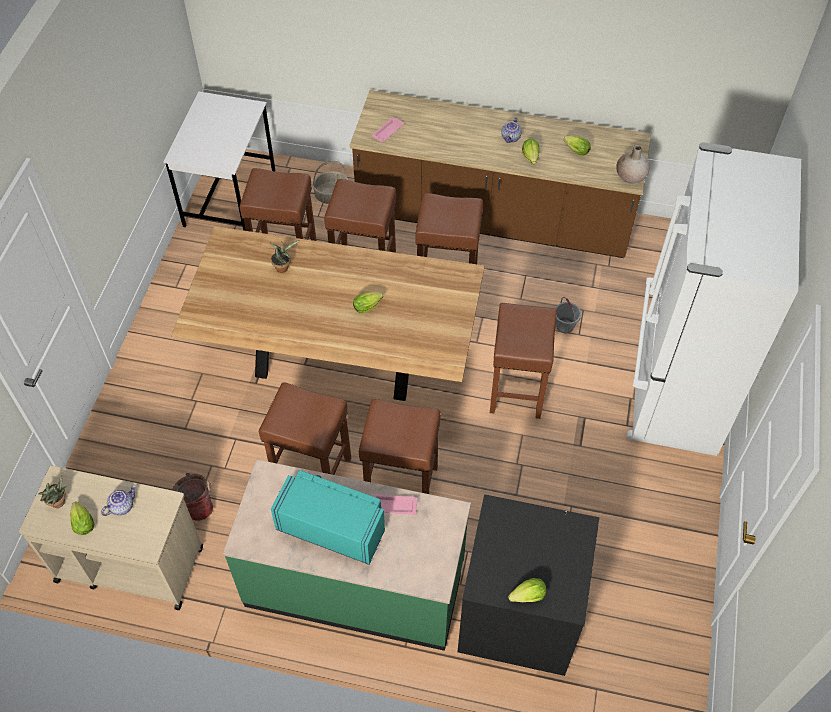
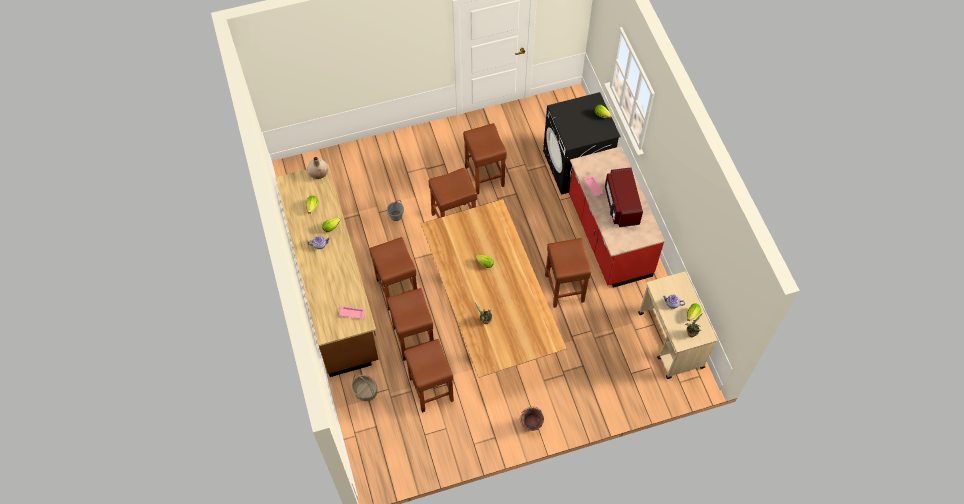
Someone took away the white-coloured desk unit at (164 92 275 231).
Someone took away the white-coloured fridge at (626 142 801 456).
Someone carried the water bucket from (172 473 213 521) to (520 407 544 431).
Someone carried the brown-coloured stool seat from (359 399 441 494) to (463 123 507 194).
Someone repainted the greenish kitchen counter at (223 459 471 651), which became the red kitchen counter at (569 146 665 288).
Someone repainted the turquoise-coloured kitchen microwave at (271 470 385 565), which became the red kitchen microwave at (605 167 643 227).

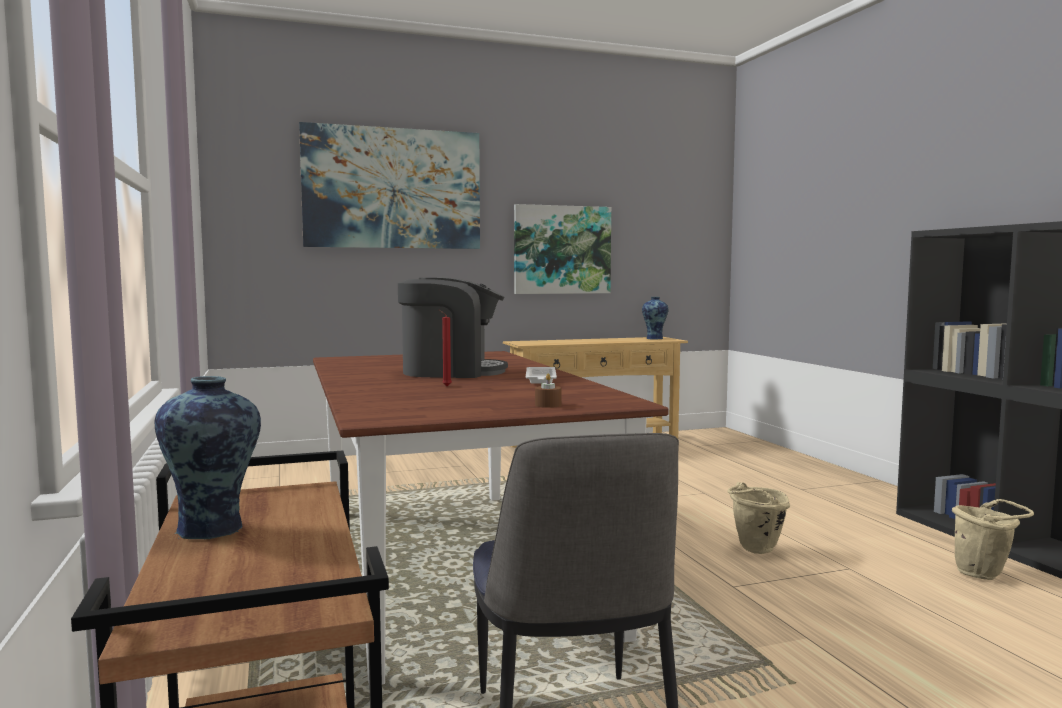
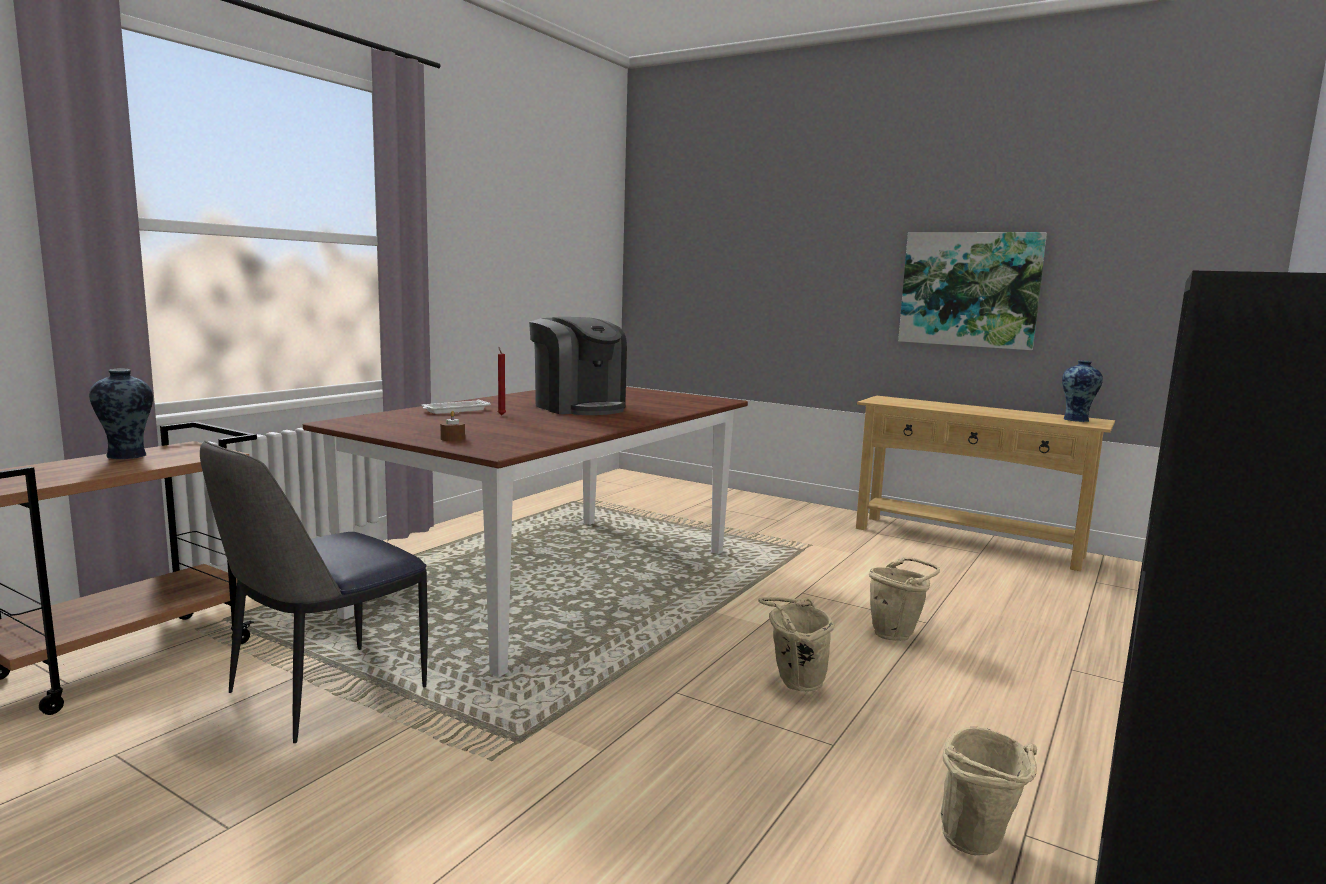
Someone took away the wall picture at (299 122 480 249).
Someone put down the sand-coloured water bucket at (869 557 940 641).
Someone carried the white-coloured tray from (526 367 557 383) to (421 400 491 414).

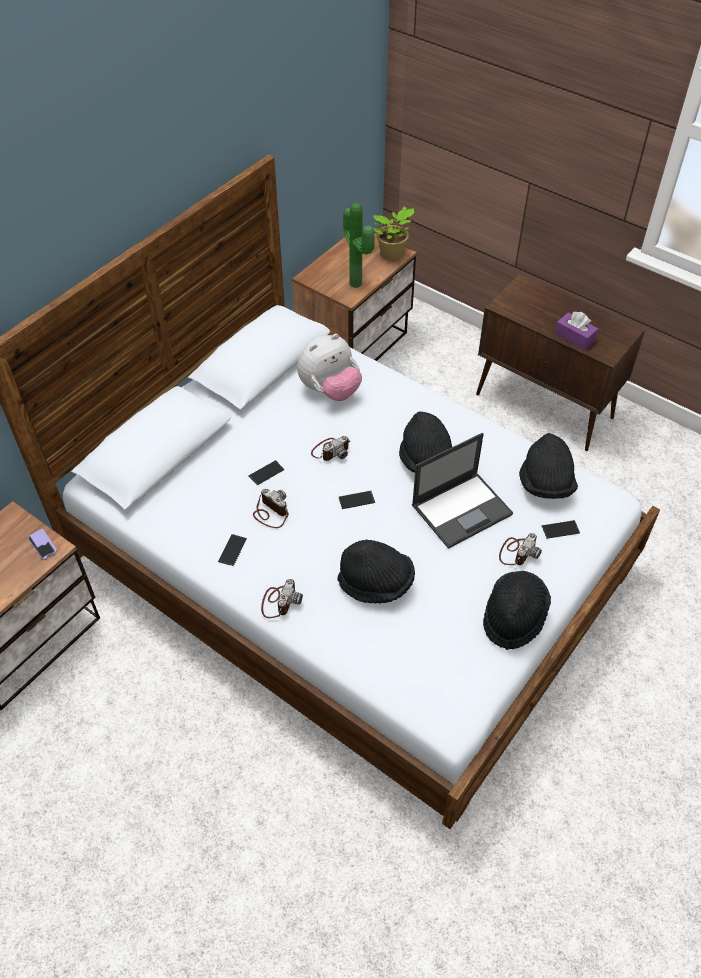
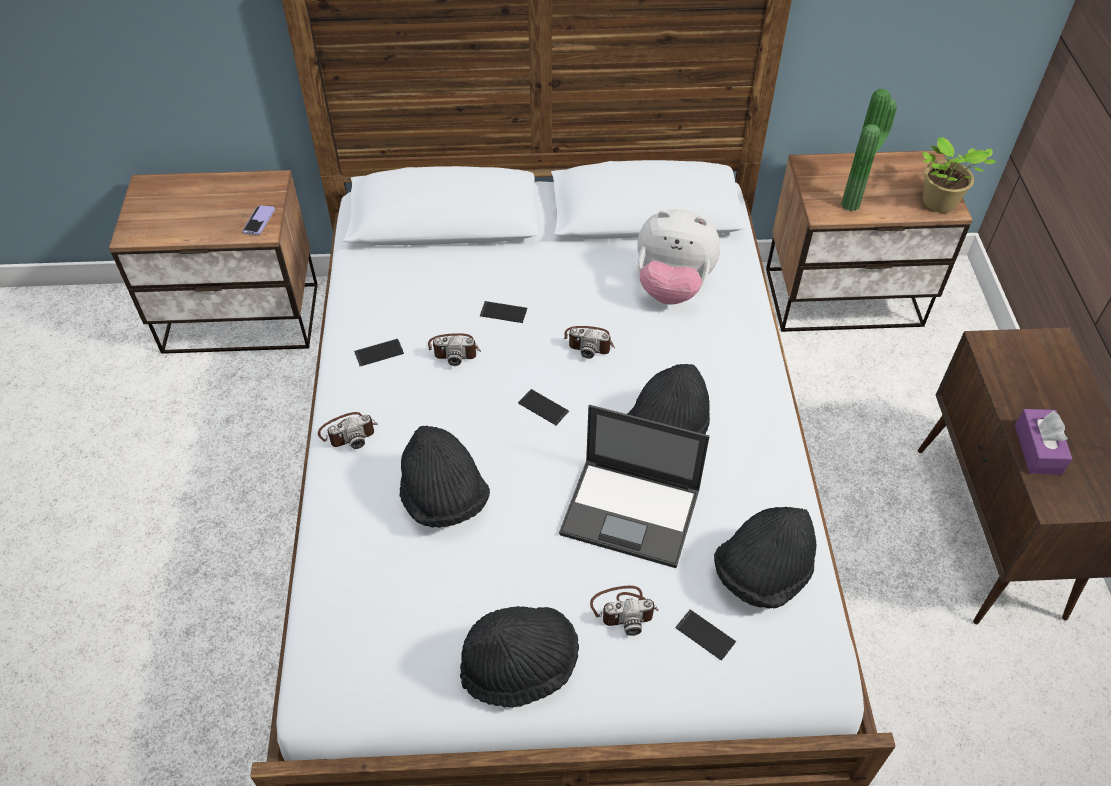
Someone rotated the photo camera at (253 489 289 528) by 90 degrees clockwise.

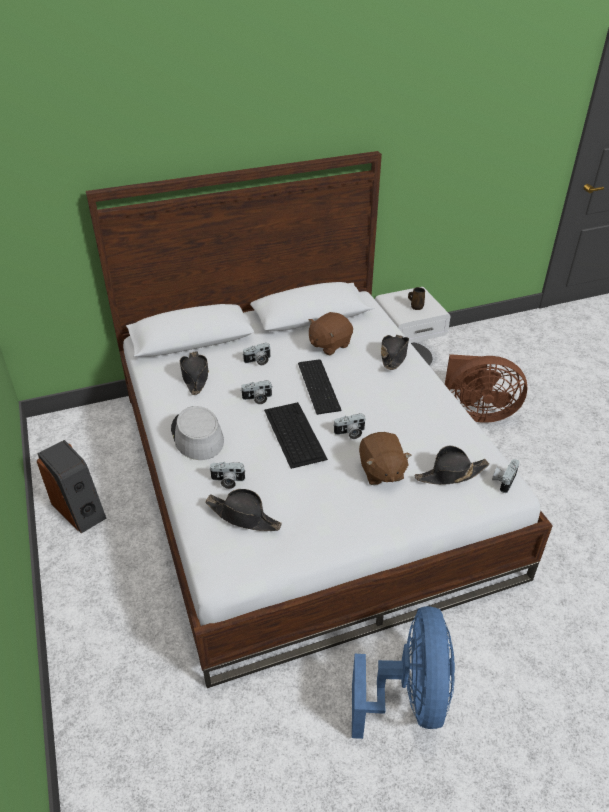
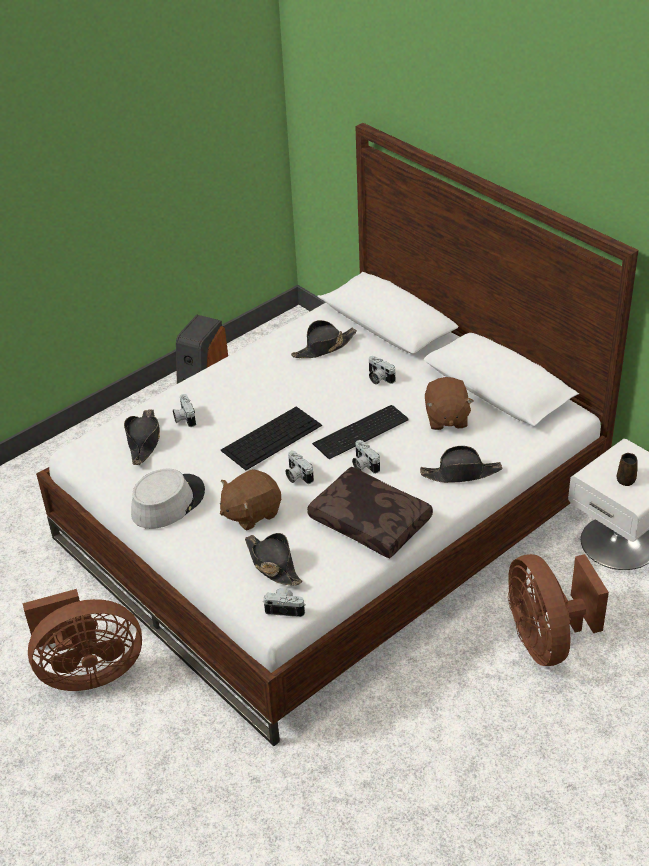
Someone put down the brown-coloured throw pillow at (307 467 433 559).
Someone carried the greyish clothing hat from (171 406 224 460) to (131 468 205 529).
Someone carried the photo camera from (240 380 273 404) to (352 440 380 474).
Someone repainted the blue-coloured cooling fan at (352 606 455 739), which became the brown-coloured cooling fan at (23 589 142 691).
Someone rotated the brown-coloured cuddly toy at (309 312 353 355) by 120 degrees counterclockwise.

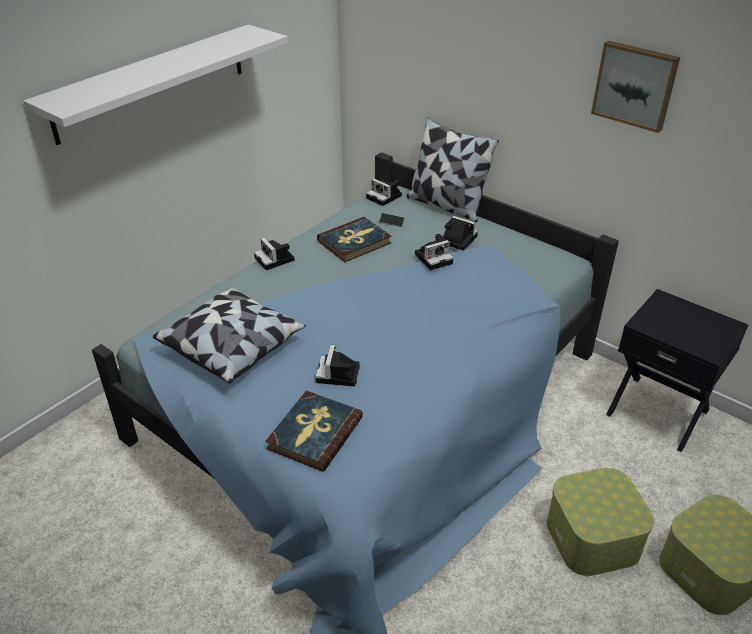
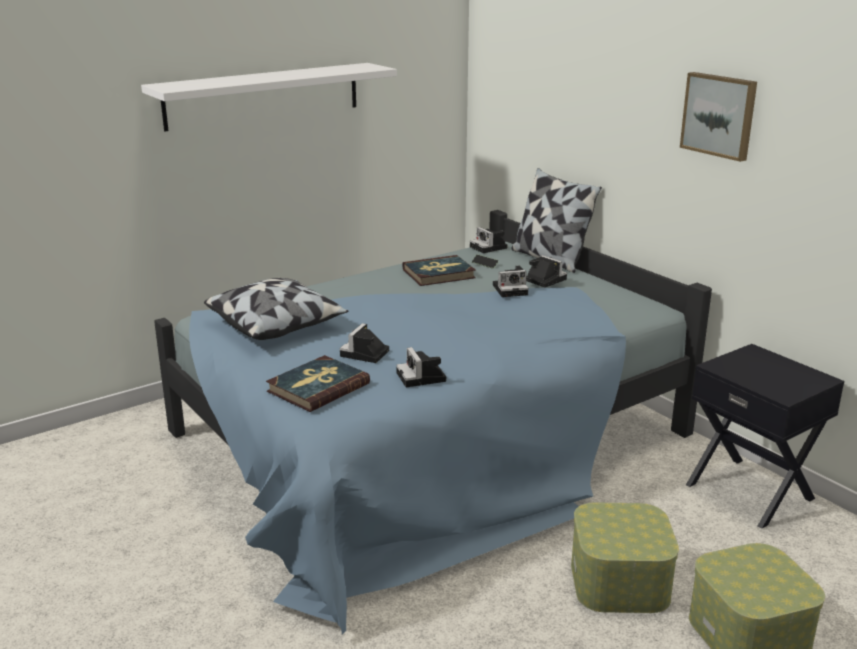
Someone carried the photo camera from (254 238 295 270) to (396 347 447 387).

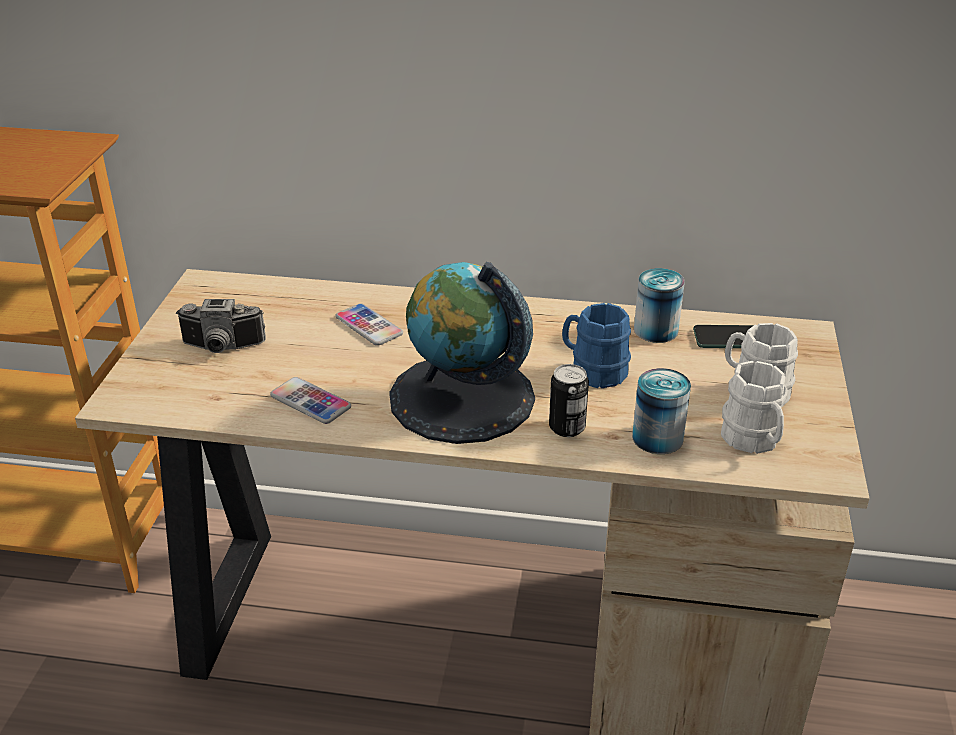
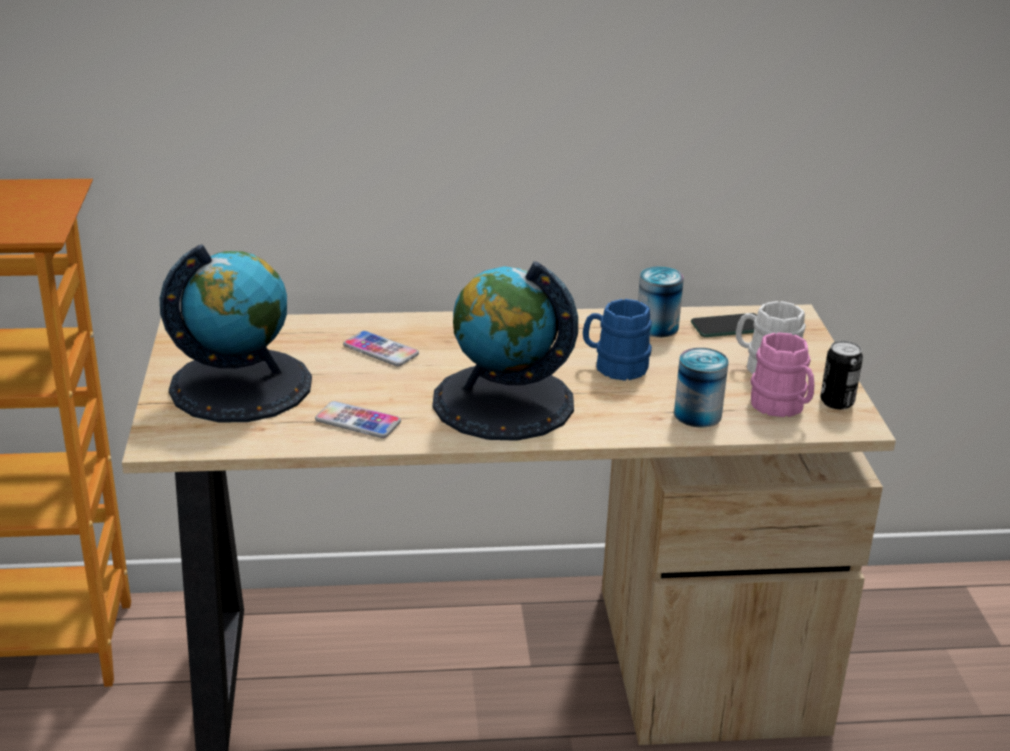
Someone carried the sealed can from (549 364 589 437) to (820 341 863 409).
Someone swapped the photo camera at (176 299 266 353) for the globe at (160 244 312 422).
Someone repainted the white-coloured coffee mug at (721 361 787 454), which became the pink-coloured coffee mug at (751 332 814 417).

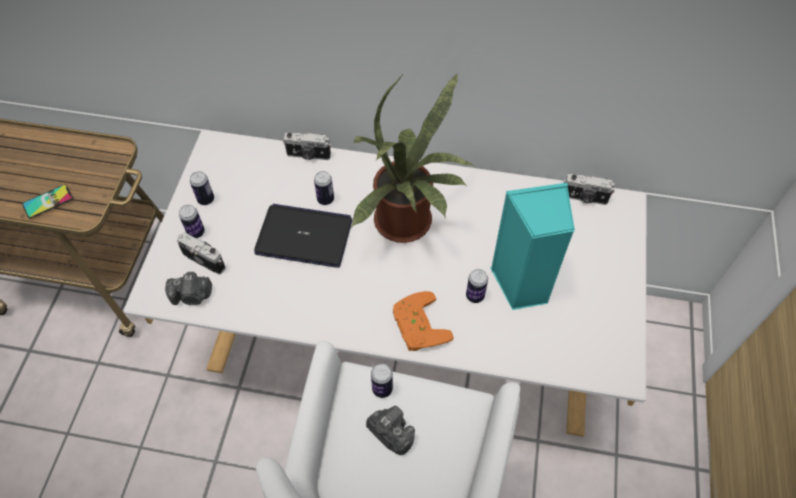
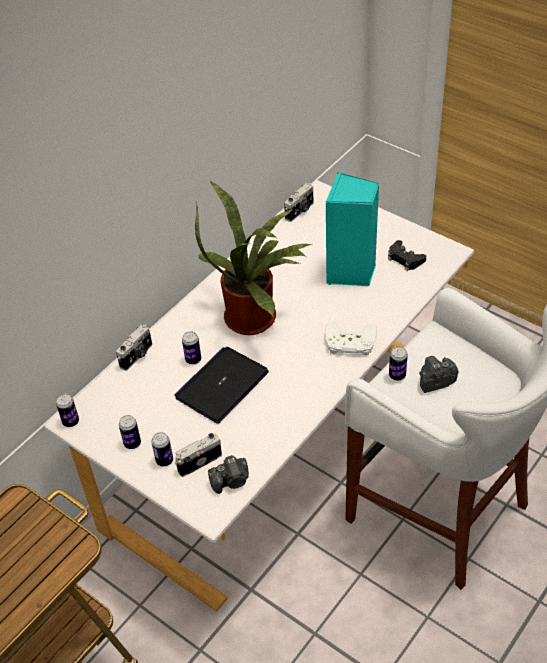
Someone took away the handset at (22 185 73 218).
Someone put down the blackish game controller at (388 240 426 271).
Someone carried the sealed can from (466 269 488 303) to (56 394 79 427).
Someone repainted the orange-coloured game controller at (393 291 454 351), which became the white-coloured game controller at (325 322 377 356).
Someone rotated the photo camera at (165 272 212 305) by 45 degrees clockwise.

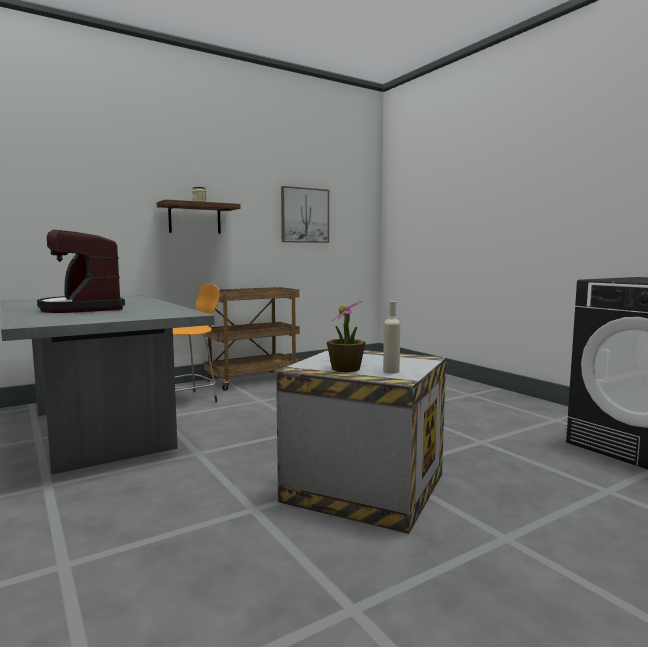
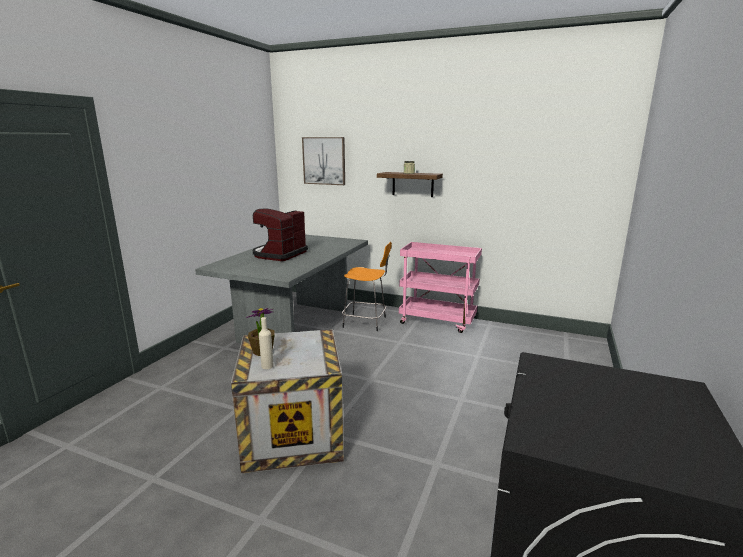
Someone carried the wall picture from (281 186 329 243) to (302 137 345 185).
Someone repainted the brown-coloured cart at (204 287 300 391), which became the pink-coloured cart at (399 242 482 333).

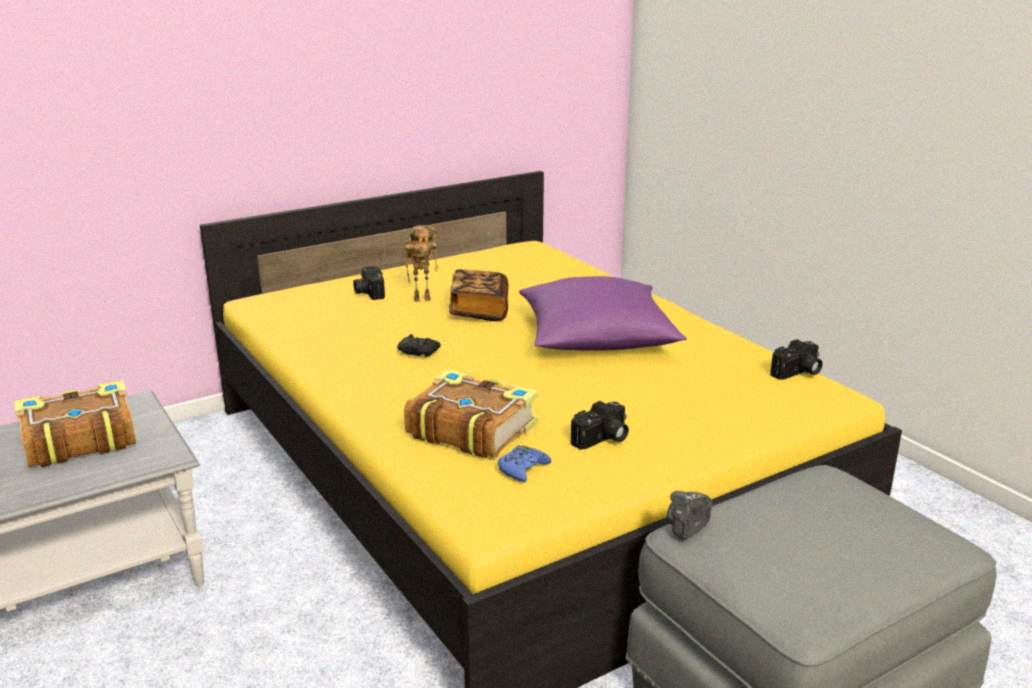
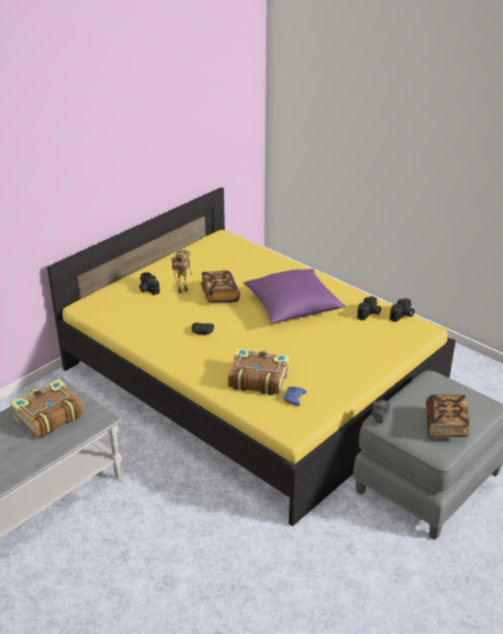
Someone put down the book at (426 394 470 438).
Someone carried the photo camera from (571 401 629 450) to (357 296 381 321).

